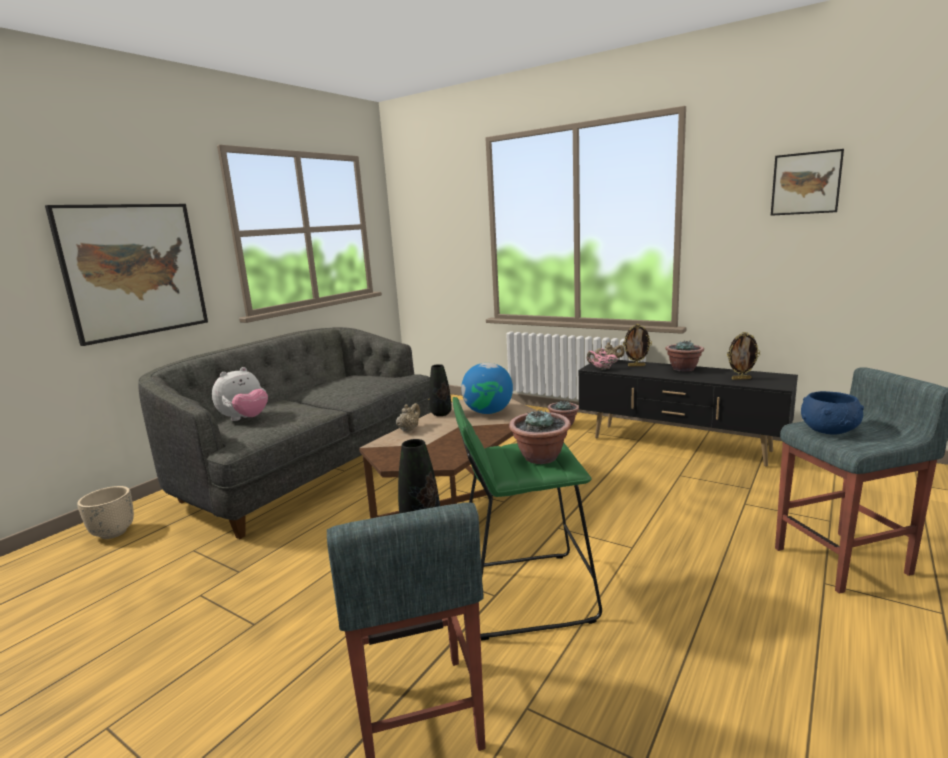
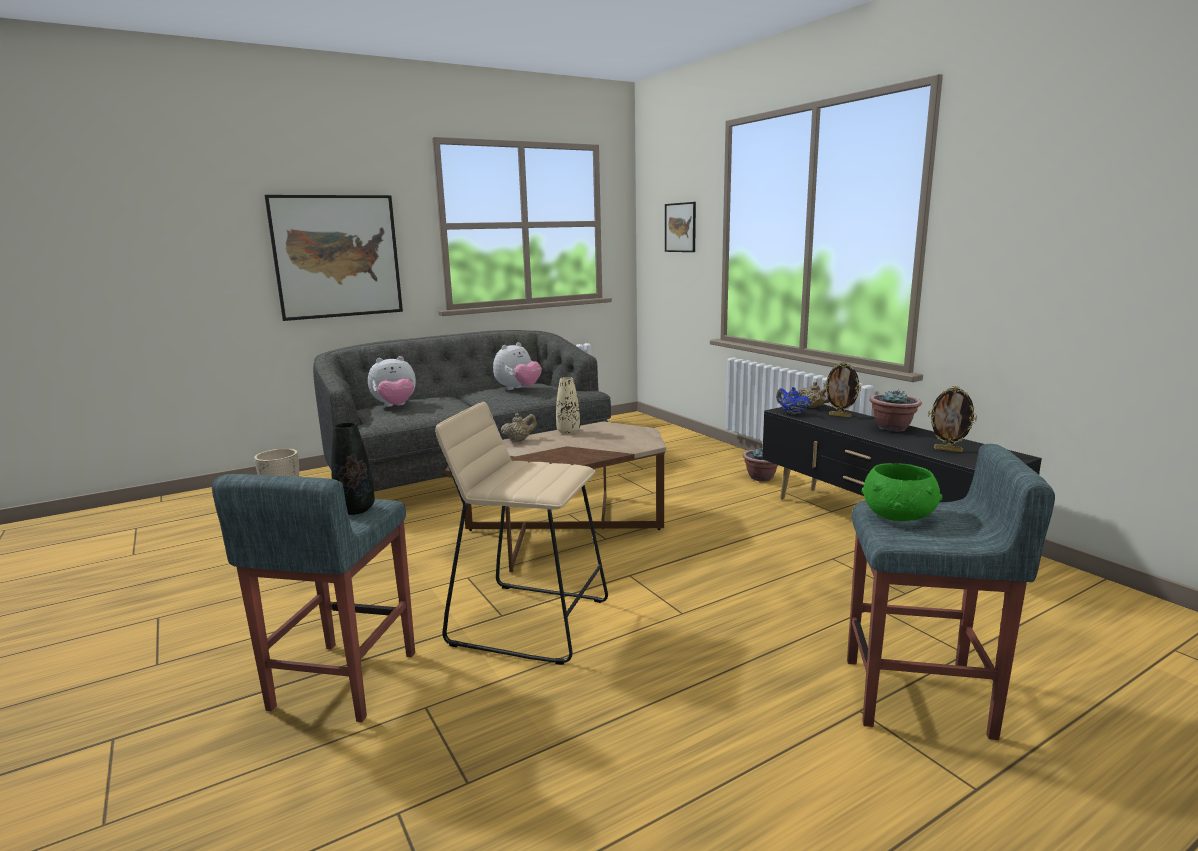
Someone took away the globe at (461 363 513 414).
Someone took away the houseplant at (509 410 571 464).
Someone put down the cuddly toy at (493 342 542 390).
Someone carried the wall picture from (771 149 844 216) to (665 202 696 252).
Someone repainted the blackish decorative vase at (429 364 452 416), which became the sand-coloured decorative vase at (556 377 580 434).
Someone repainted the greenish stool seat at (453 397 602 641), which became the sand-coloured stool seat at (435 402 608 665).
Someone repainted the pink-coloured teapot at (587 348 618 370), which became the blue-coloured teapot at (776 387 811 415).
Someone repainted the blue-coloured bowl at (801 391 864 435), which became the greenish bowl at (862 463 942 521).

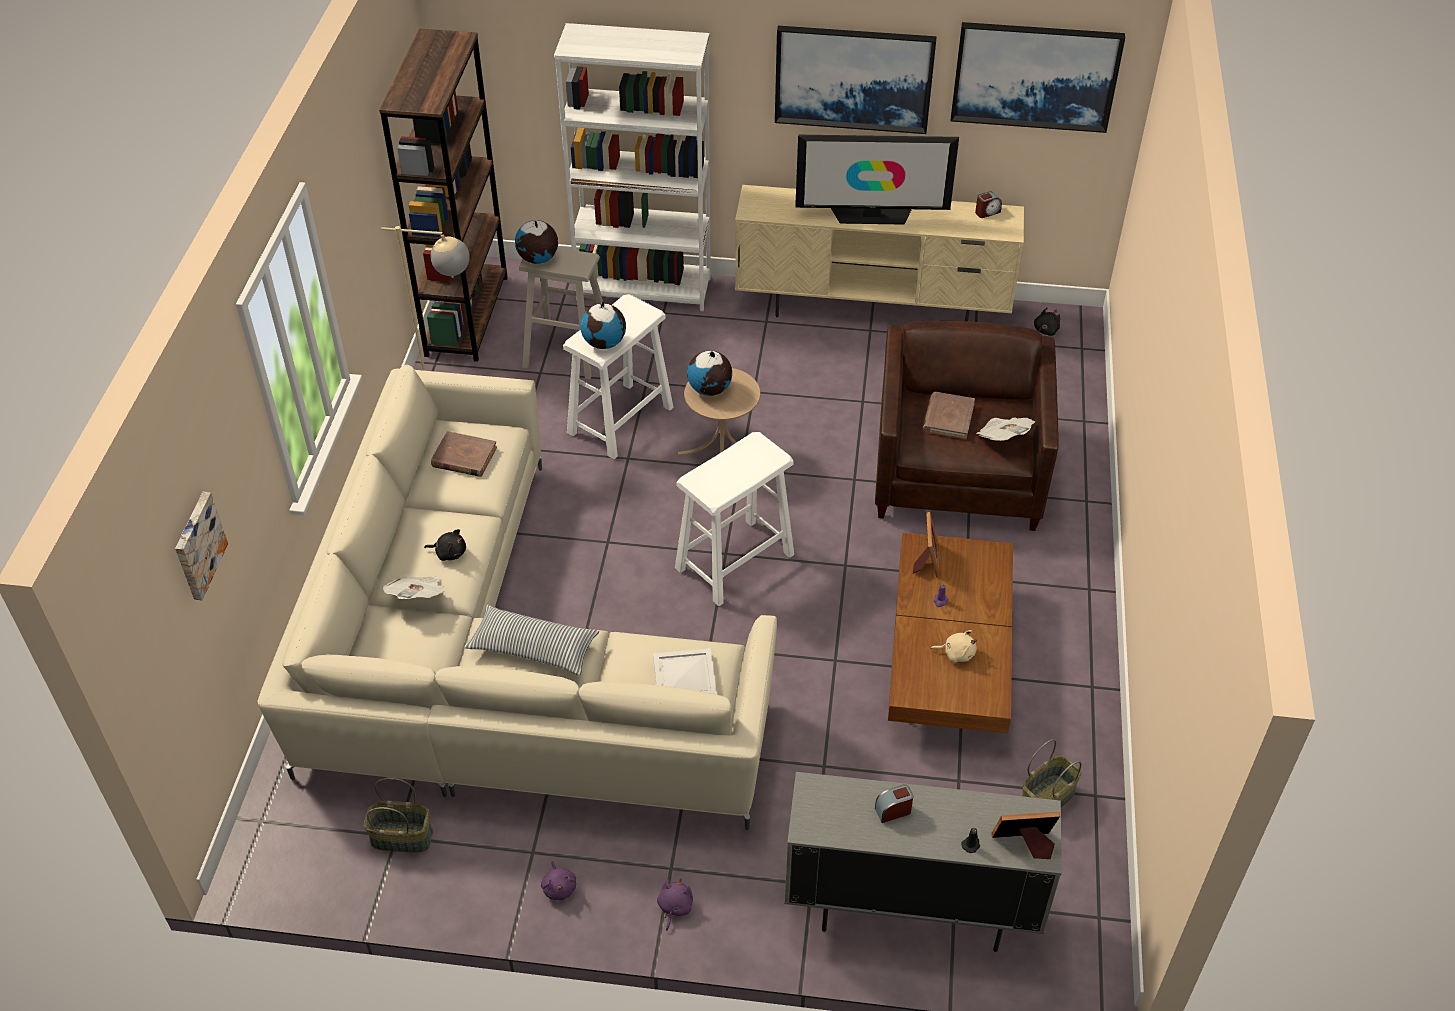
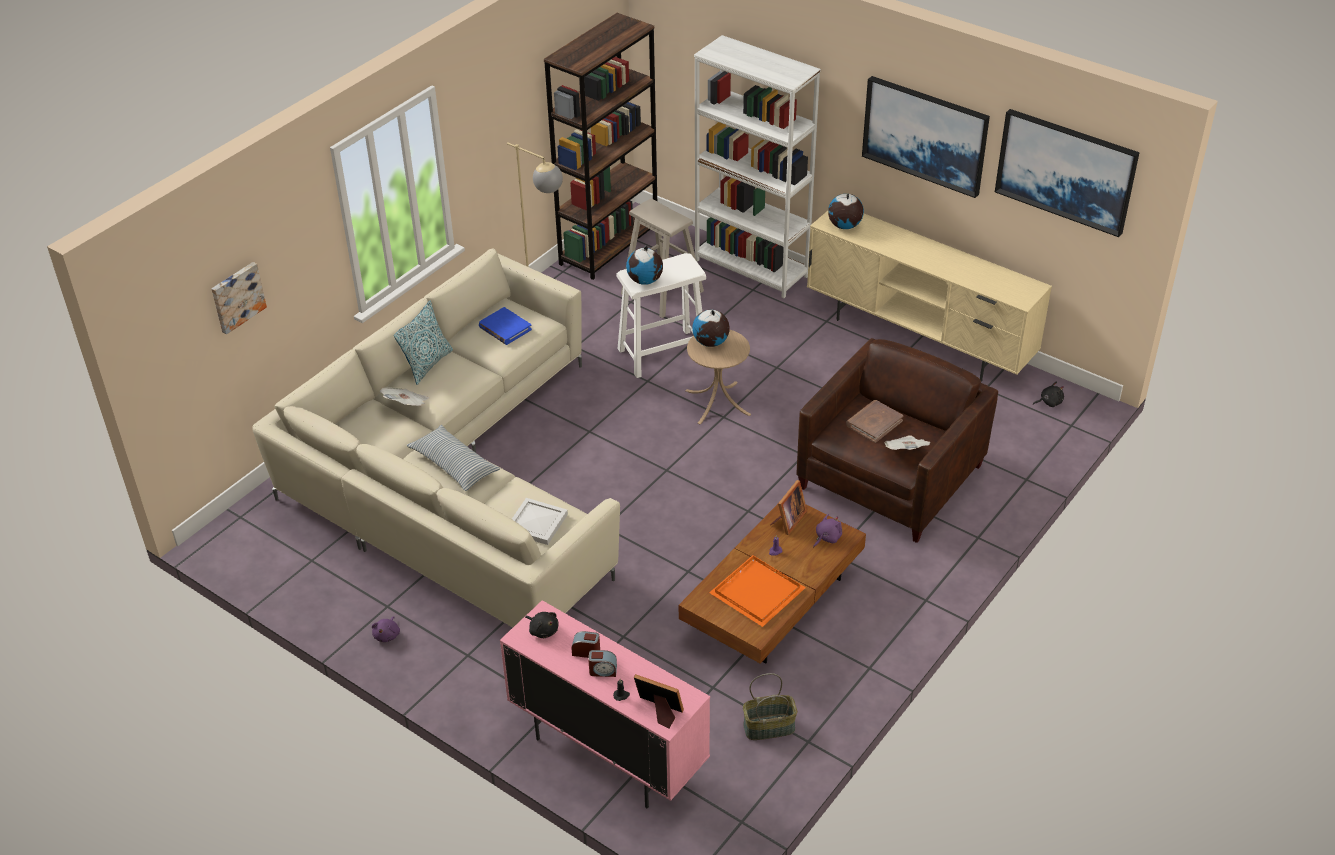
Someone took away the basket at (364 778 433 853).
Someone took away the white-coloured stool seat at (675 432 794 606).
Someone took away the TV at (795 135 959 225).
Someone put down the throw pillow at (394 300 453 385).
Someone carried the blackish cuddly toy from (424 529 466 561) to (525 612 558 638).
Someone carried the globe from (515 220 558 264) to (828 194 864 229).
Someone carried the purple cuddly toy from (657 877 693 931) to (813 514 842 548).
Someone carried the table clock from (975 192 1002 218) to (588 650 617 677).
Someone swapped the sand-coloured cuddly toy at (931 630 977 663) for the orange-coloured tray at (709 555 806 627).
Someone repainted the brown-coloured book at (431 431 497 477), which became the blue-coloured book at (479 307 532 345).
Someone repainted the greyish cupboard at (784 772 1062 952), which became the pink-coloured cupboard at (500 600 710 808).

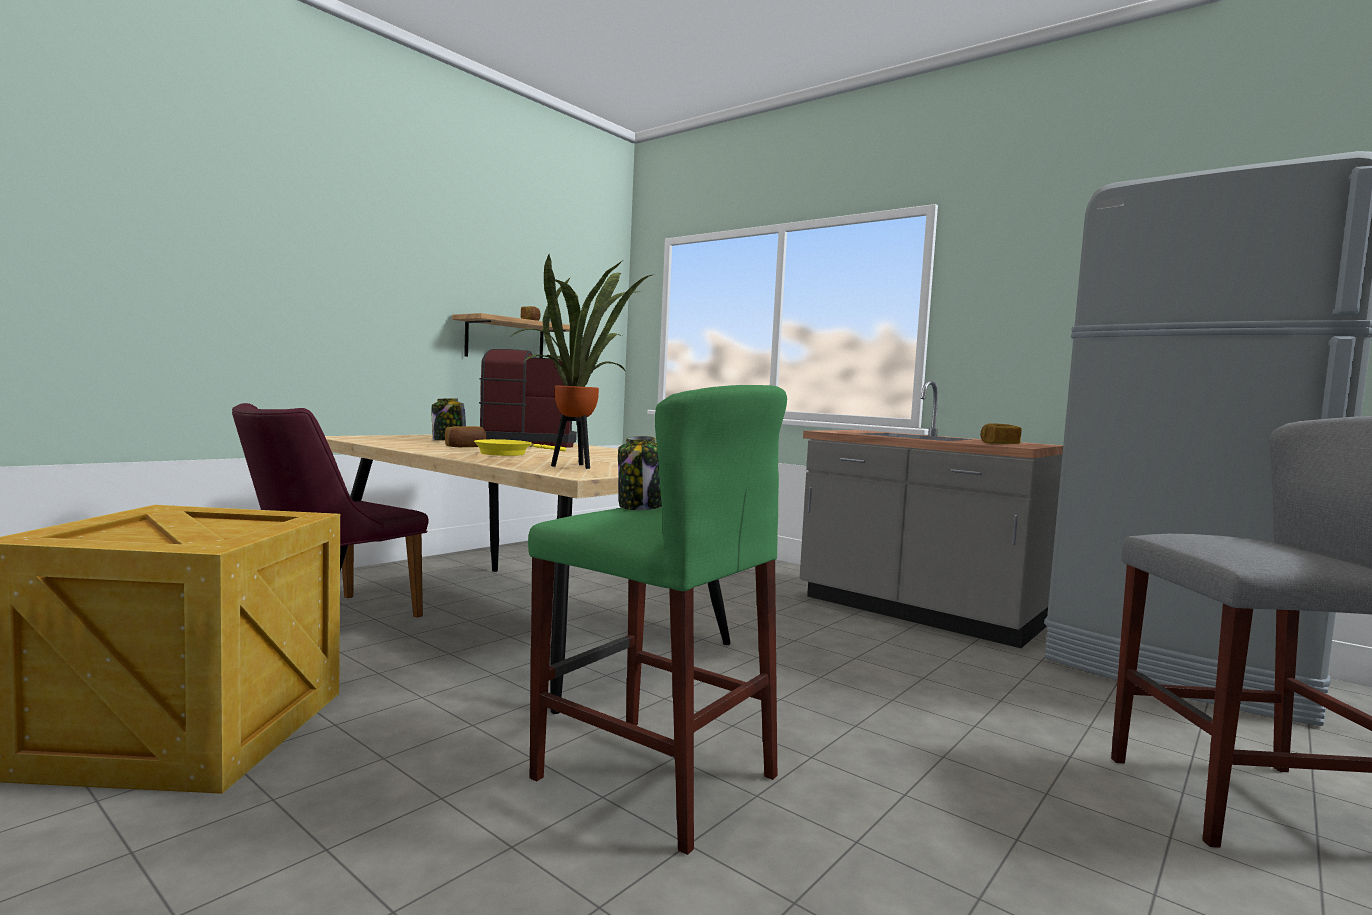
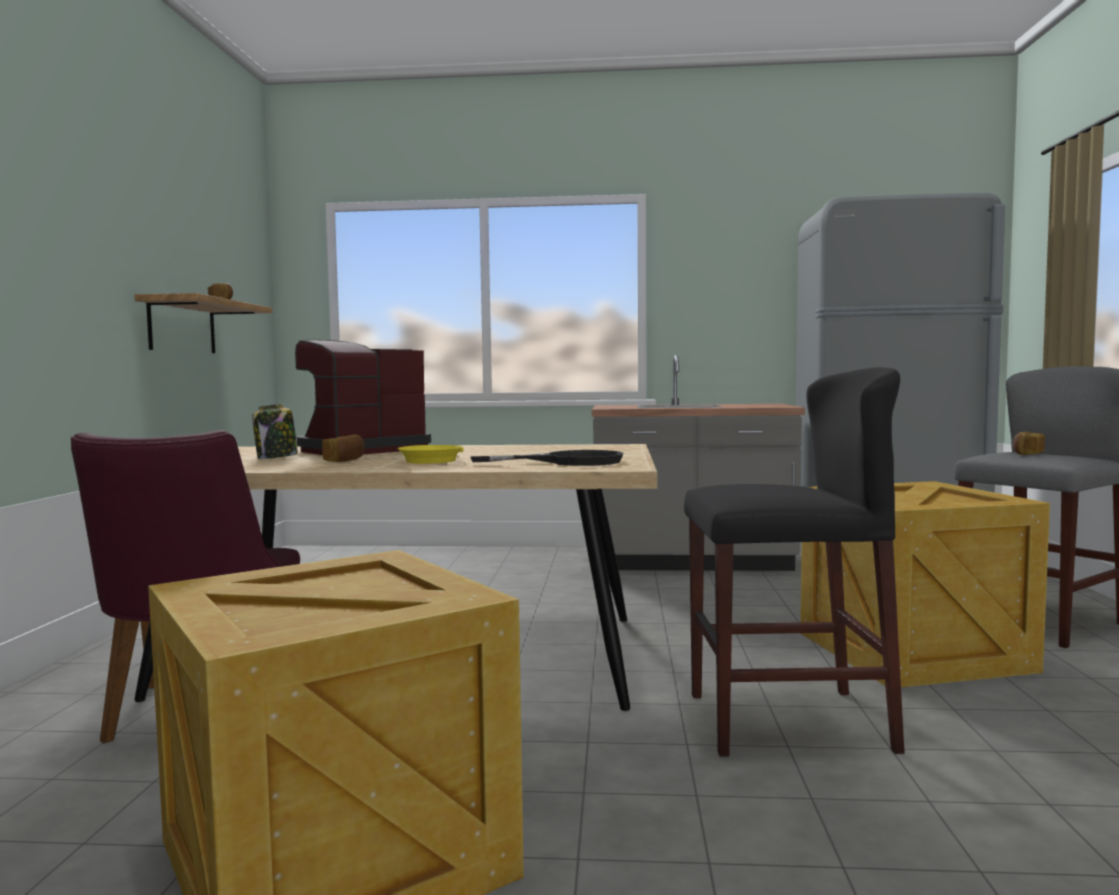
Someone took away the preserve jar at (618 436 662 510).
Someone put down the crate at (800 481 1050 687).
Someone carried the bread from (980 423 1022 444) to (1013 432 1045 455).
Someone swapped the houseplant at (510 253 652 469) for the blackish skillet at (471 450 623 466).
Someone repainted the greenish stool seat at (528 385 787 855), which became the blackish stool seat at (684 367 904 757).

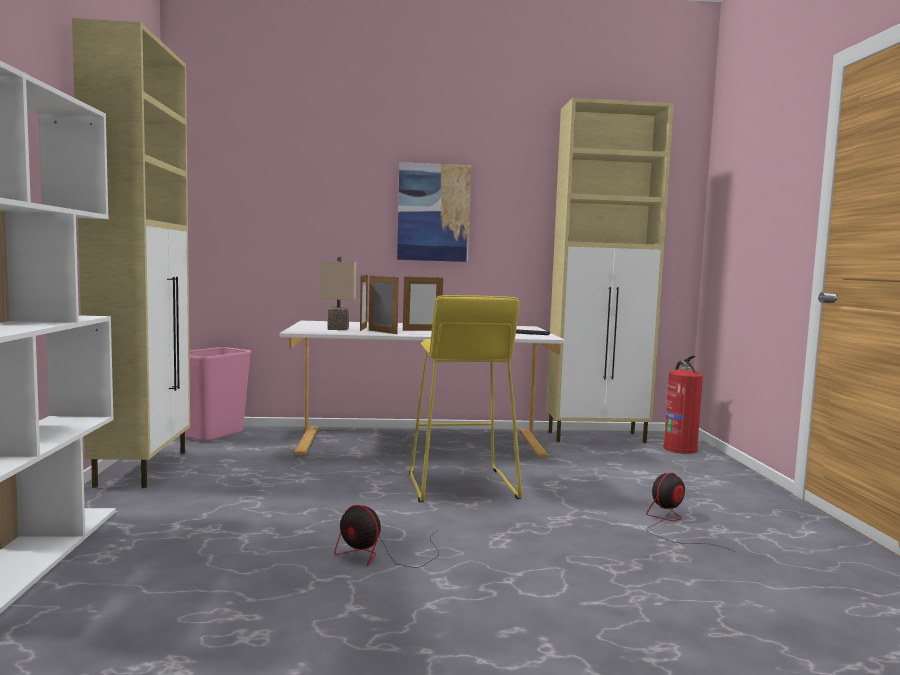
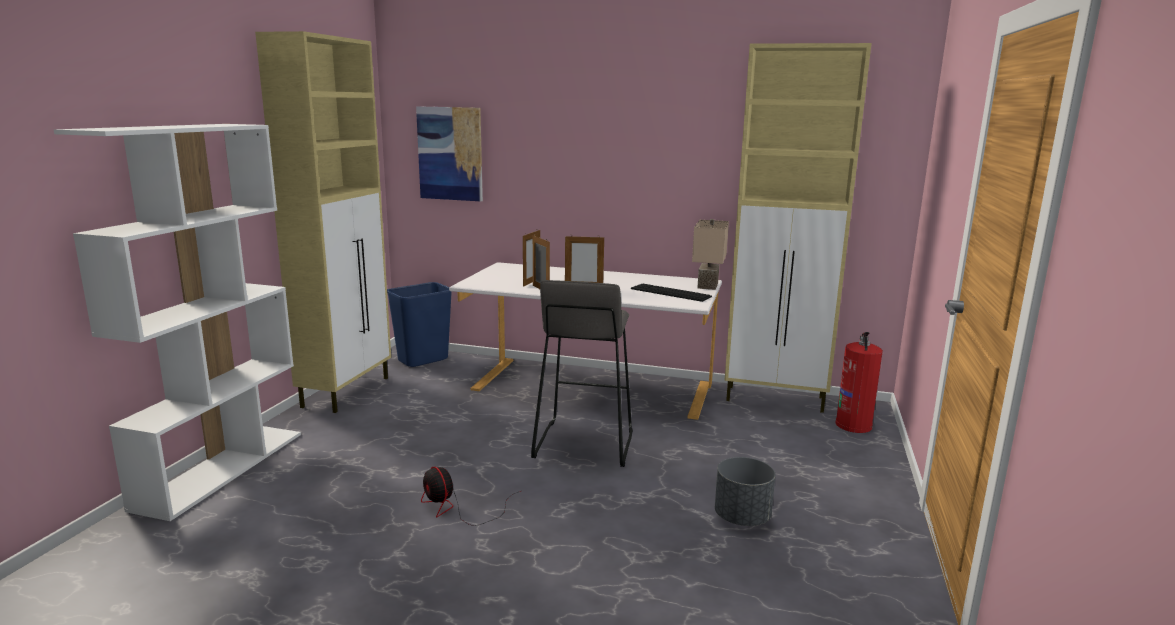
Someone carried the sand-coloured table lamp from (320 257 357 330) to (692 219 729 290).
Someone carried the wall picture from (397 162 471 262) to (416 106 483 201).
Someone swapped the cooling fan at (647 473 736 552) for the greyish plant pot at (715 457 776 526).
Someone repainted the pink-coloured rubbish bin at (185 347 252 441), which became the blue-coloured rubbish bin at (387 282 452 367).
Someone repainted the yellowish stool seat at (409 295 522 502), which became the greyish stool seat at (531 280 633 467).

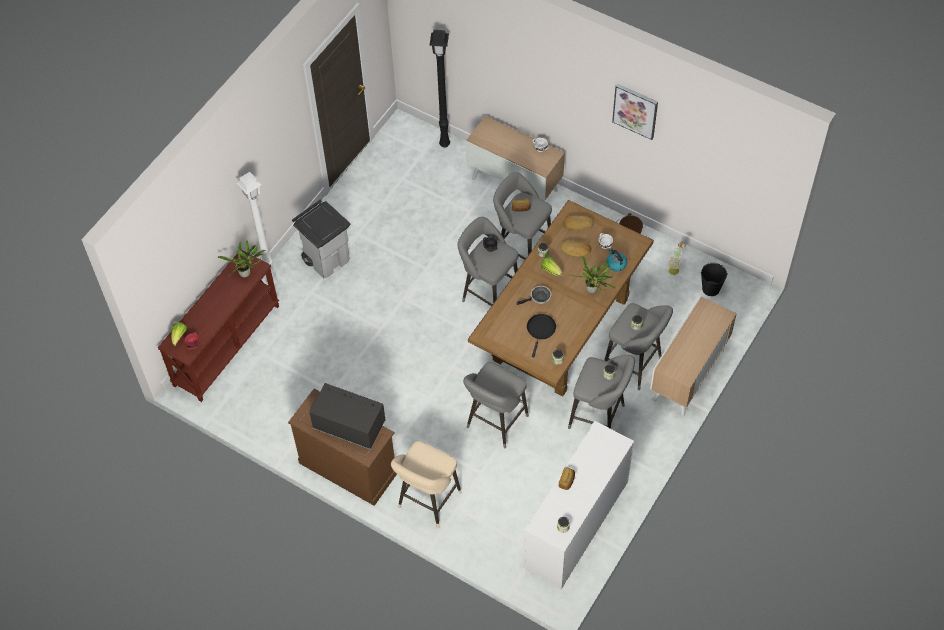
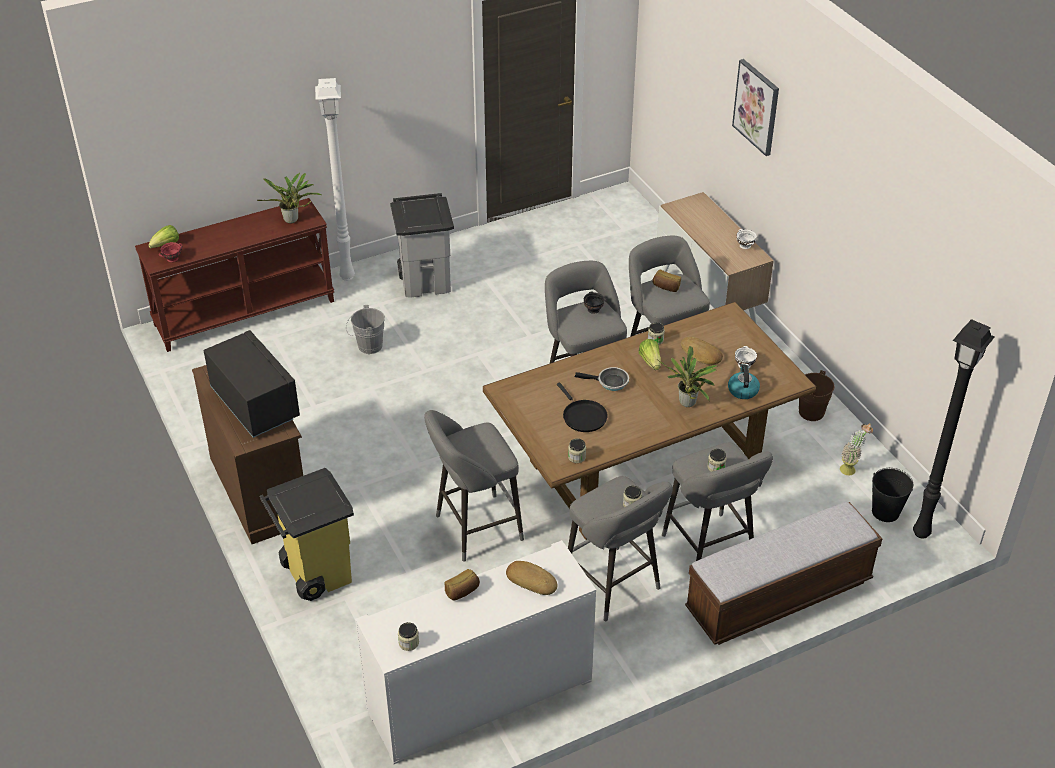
Someone put down the greyish water bucket at (346 305 385 354).
Someone carried the blackish floor lamp from (429 30 450 148) to (913 319 994 539).
Someone carried the bread from (563 216 594 230) to (506 561 558 595).
Someone carried the wall picture from (612 84 658 140) to (732 59 779 156).
Someone swapped the sand-coloured stool seat at (391 441 462 528) for the yellowish rubbish bin at (260 468 354 601).
Someone swapped the cupboard at (650 296 737 416) for the indoor bench at (685 502 883 645).
Someone rotated the blackish skillet at (527 314 556 357) by 105 degrees clockwise.

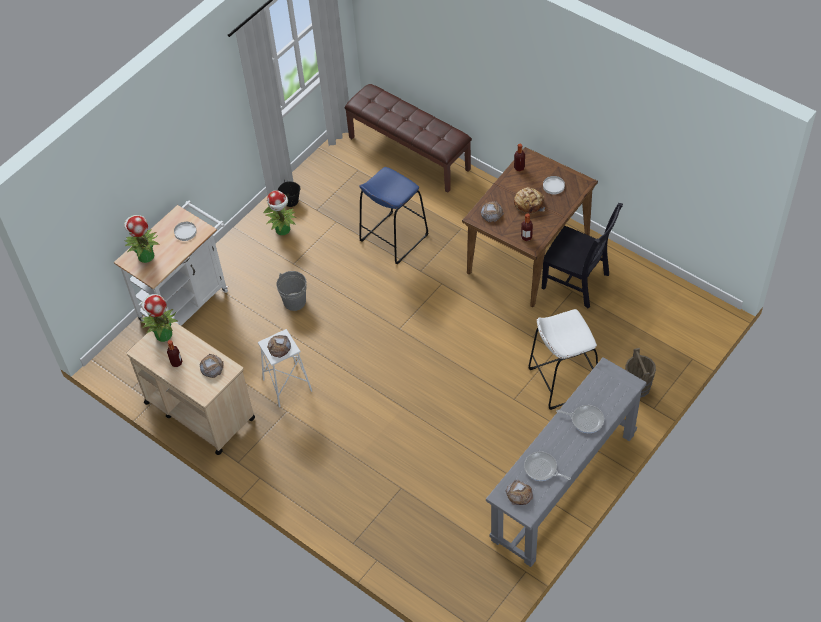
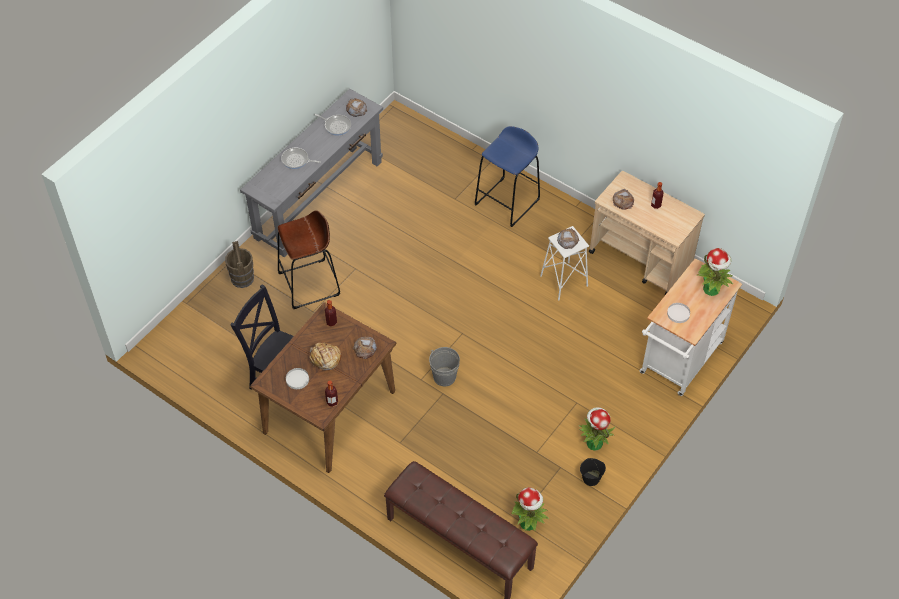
Someone carried the houseplant from (141 294 179 342) to (511 487 549 531).
Someone carried the greyish water bucket from (276 271 307 311) to (429 347 460 386).
Someone carried the blue-coloured stool seat from (359 167 428 265) to (475 126 540 227).
Someone repainted the white-coloured stool seat at (529 309 598 410), which became the brown-coloured stool seat at (278 210 340 309).

